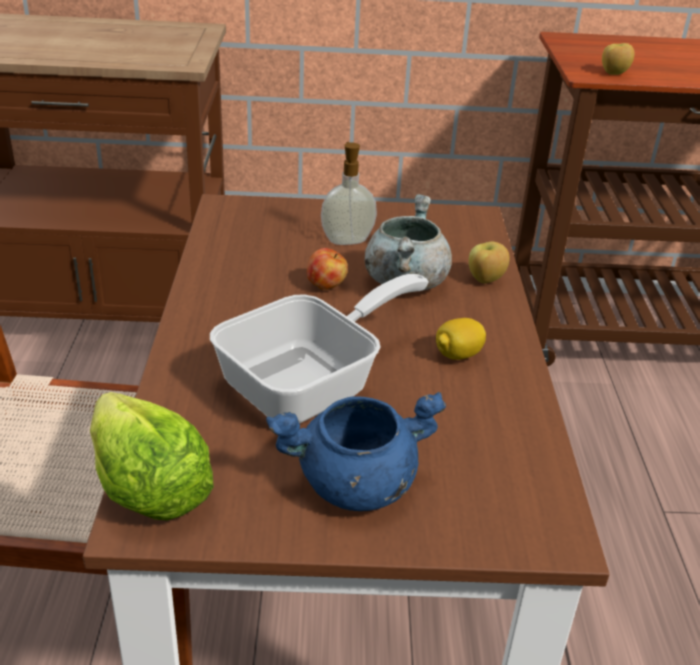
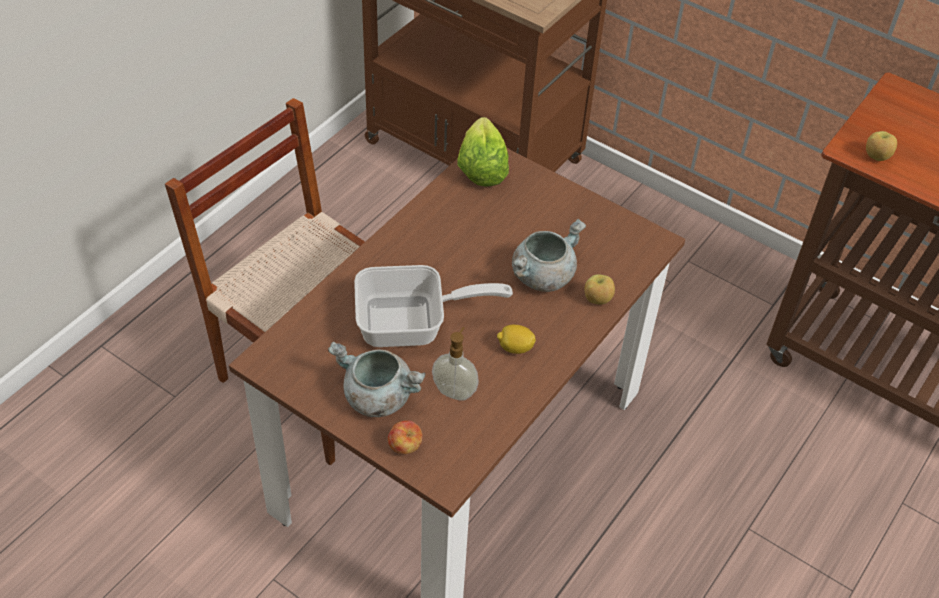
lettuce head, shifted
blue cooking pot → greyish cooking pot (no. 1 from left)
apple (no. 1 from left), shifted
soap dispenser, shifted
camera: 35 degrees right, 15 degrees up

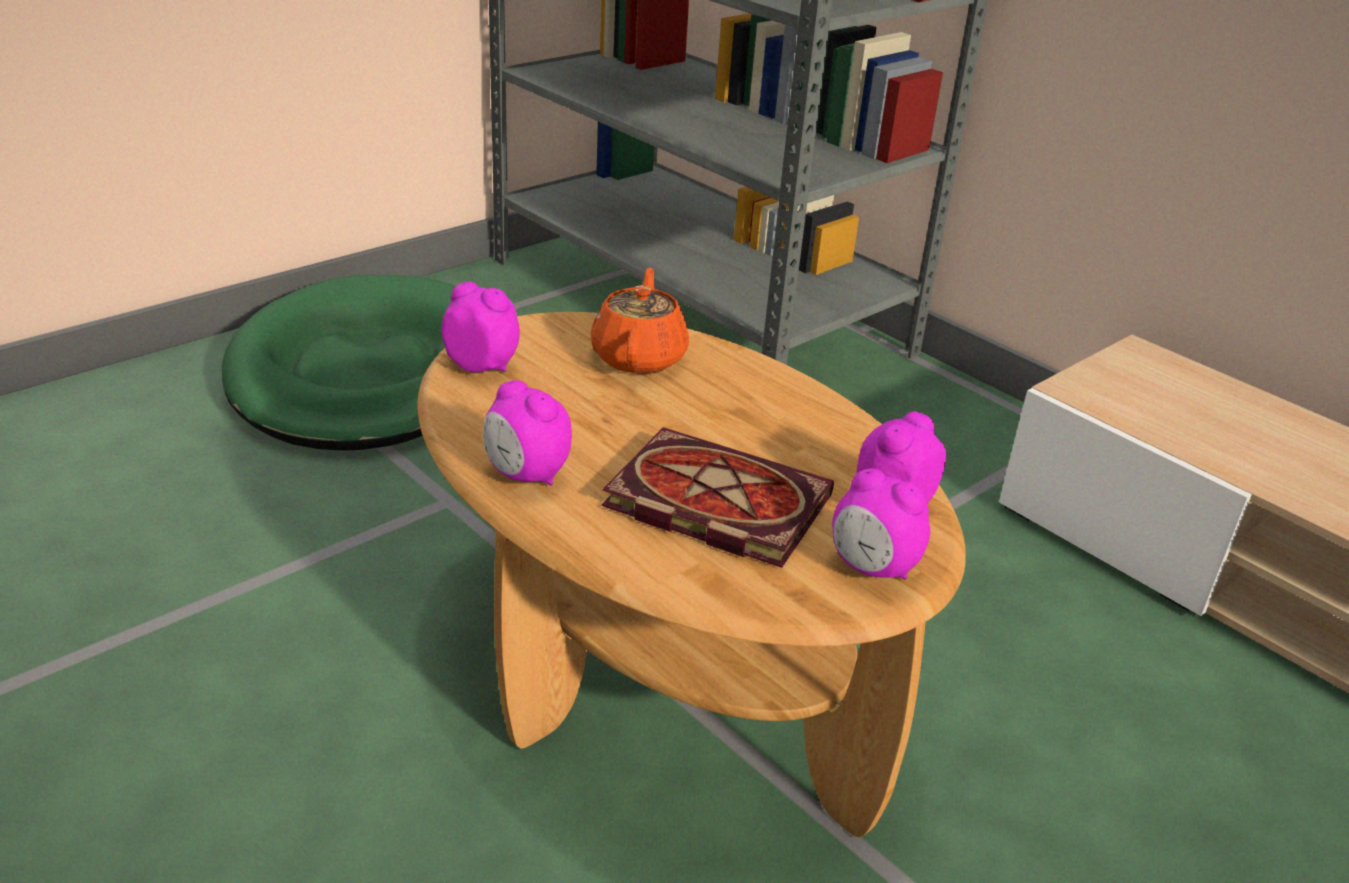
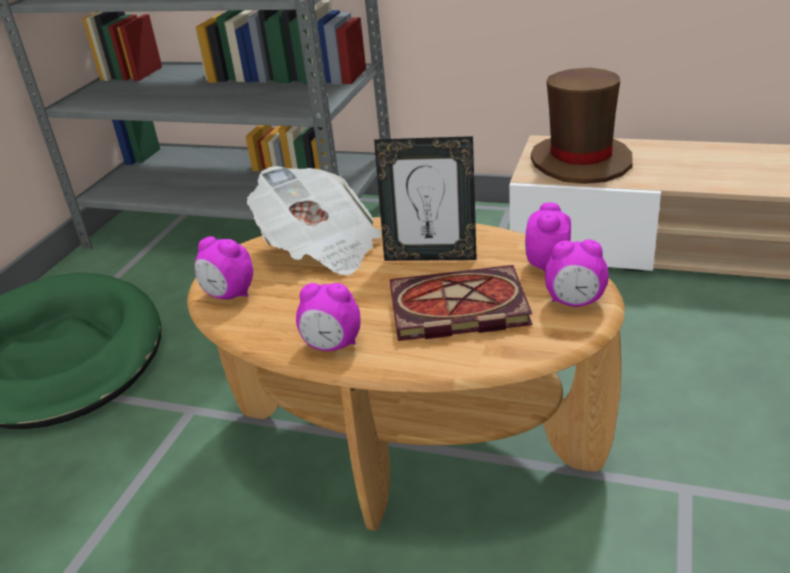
table clock (no. 1 from left), 150 degrees counterclockwise
orange tea pot → printed paper
- → photo frame
- → brown-coloured hat
camera: 25 degrees left, 0 degrees up

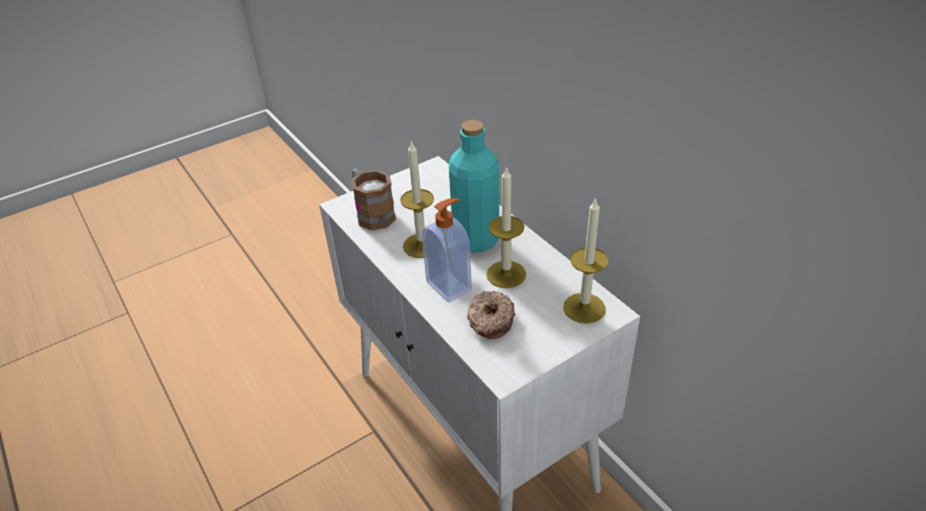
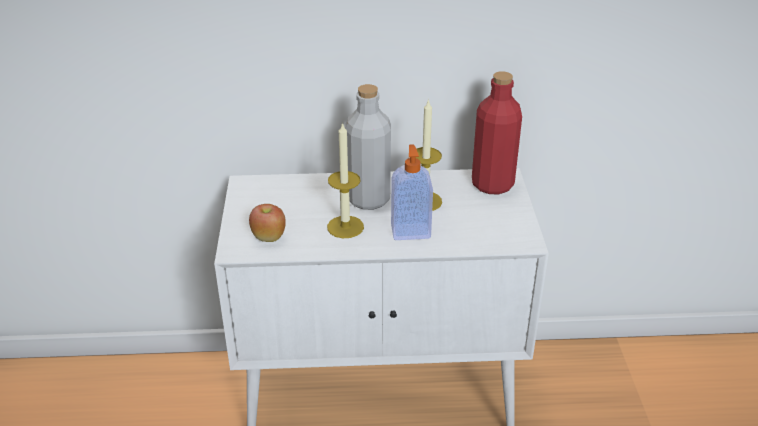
coffee mug → apple
blue-green beverage bottle → greyish beverage bottle
donut → -
wax candle (no. 3 from left) → reddish beverage bottle
camera: 60 degrees left, 5 degrees down

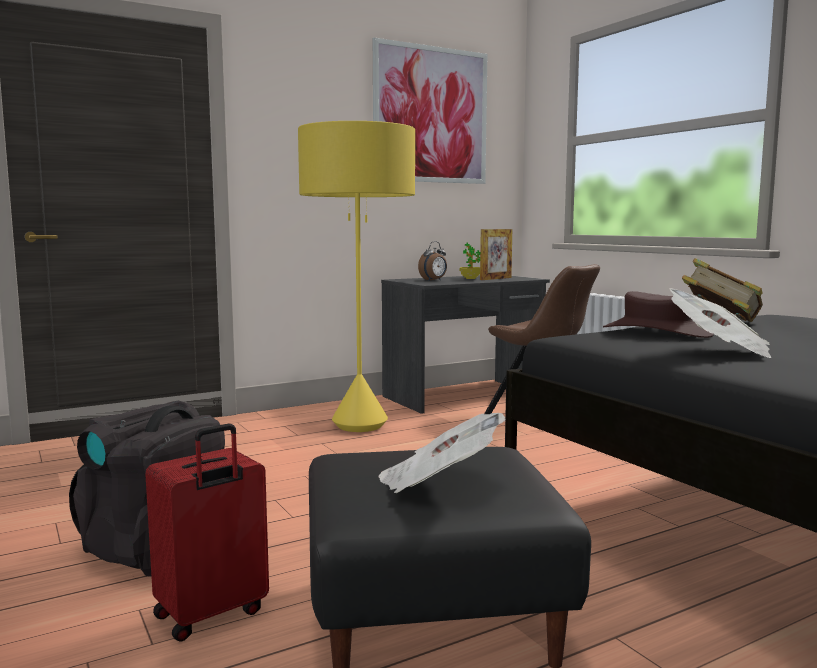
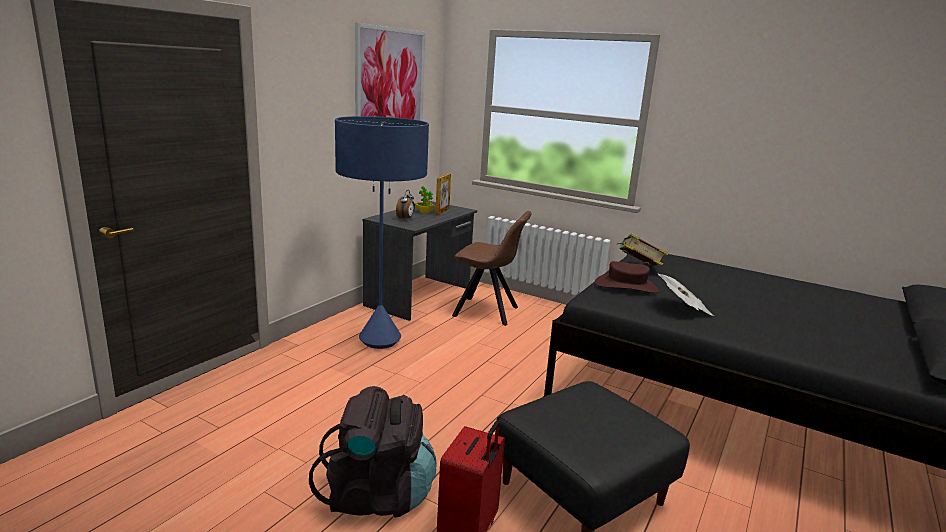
yellow standard lamp → blue standard lamp
printed paper (no. 1 from left) → -
camera: 30 degrees left, 10 degrees up

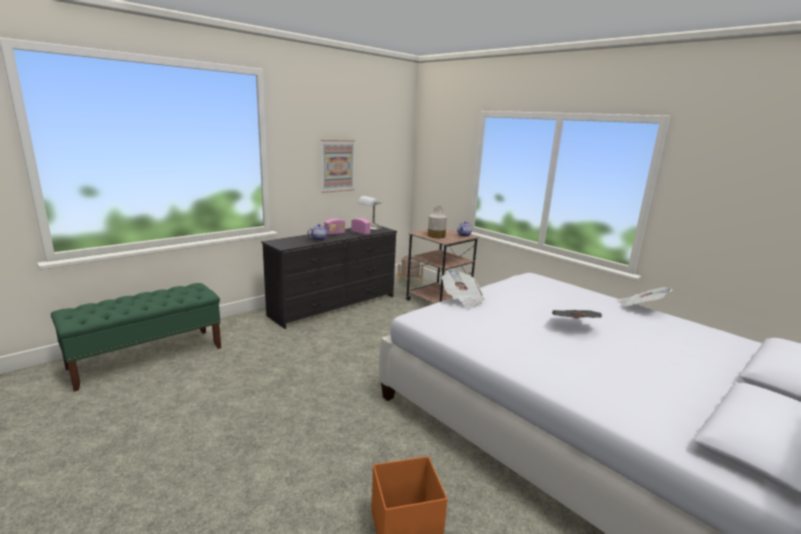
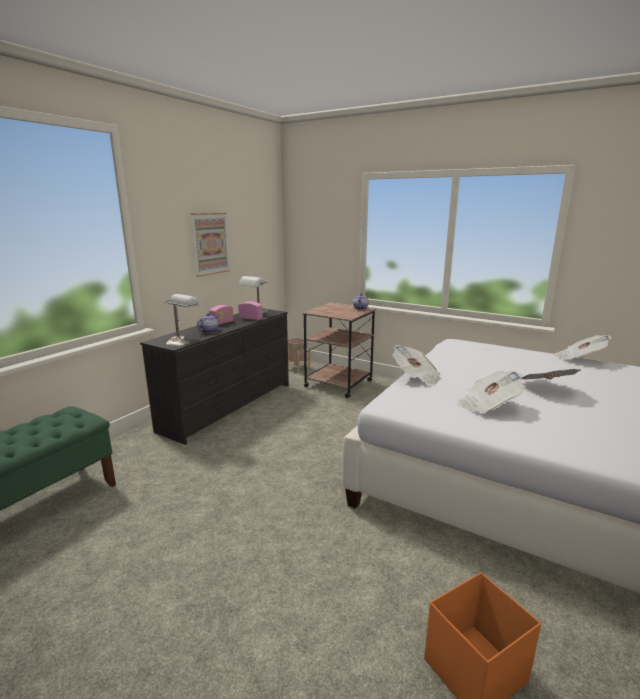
sand-coloured decorative vase → -
- → white lamp for a table (no. 1 from left)
- → printed paper (no. 2 from left)
camera: 15 degrees left, 0 degrees up

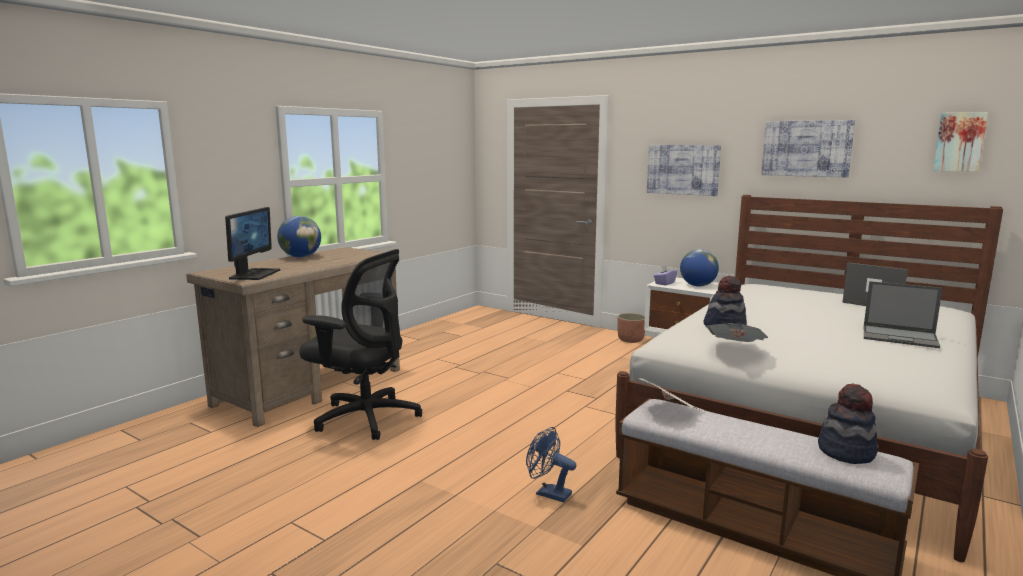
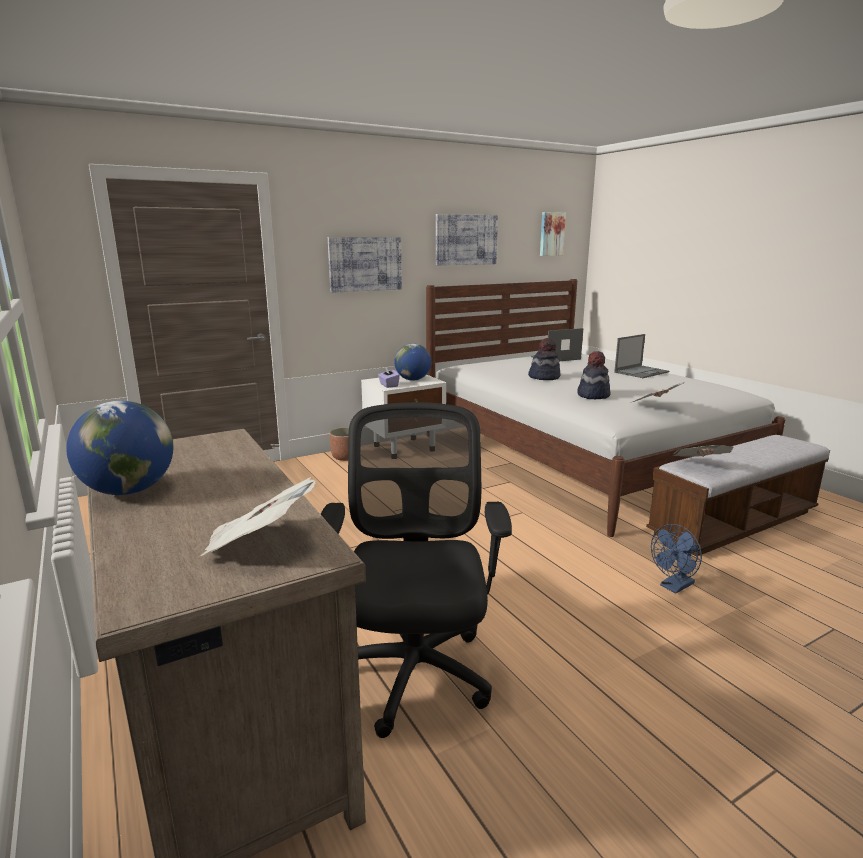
monitor → printed paper (no. 1 from left)
black desk chair, 45 degrees counterclockwise
hat (no. 2 from left in the first image) → hat (no. 1 from left), shifted
camera: 65 degrees left, 5 degrees up

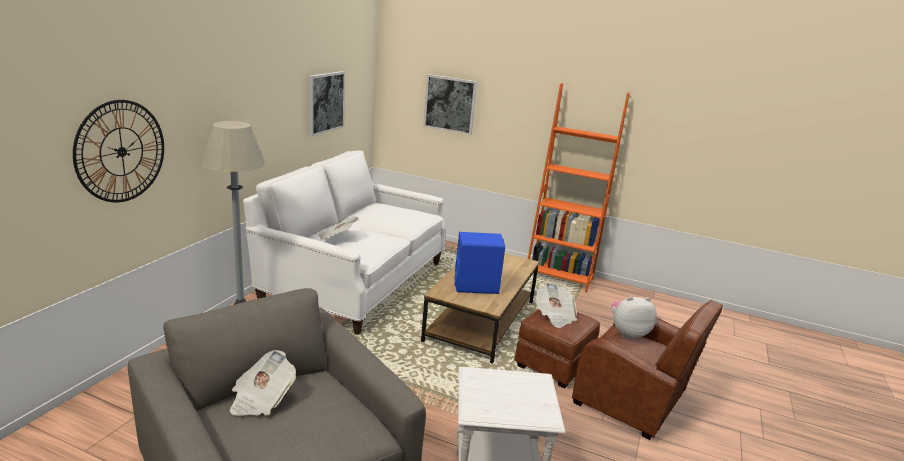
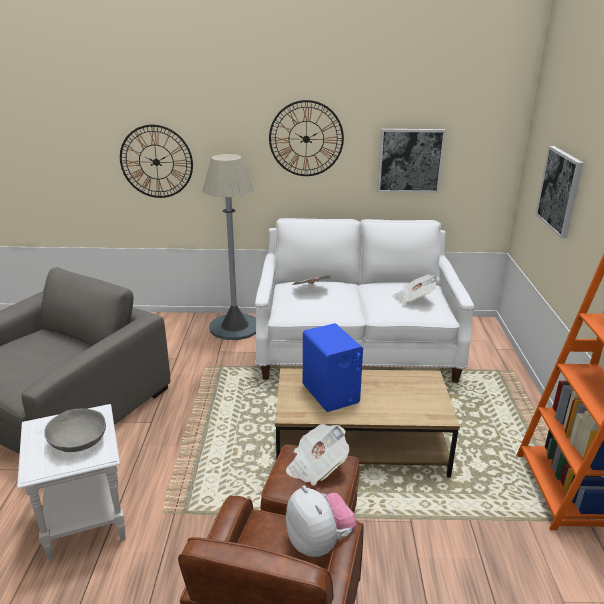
printed paper (no. 1 from left in the first image) → printed paper (no. 3 from left), shifted
- → greyish bowl
- → clock on the wall (no. 2 from left)
camera: 70 degrees right, 5 degrees up

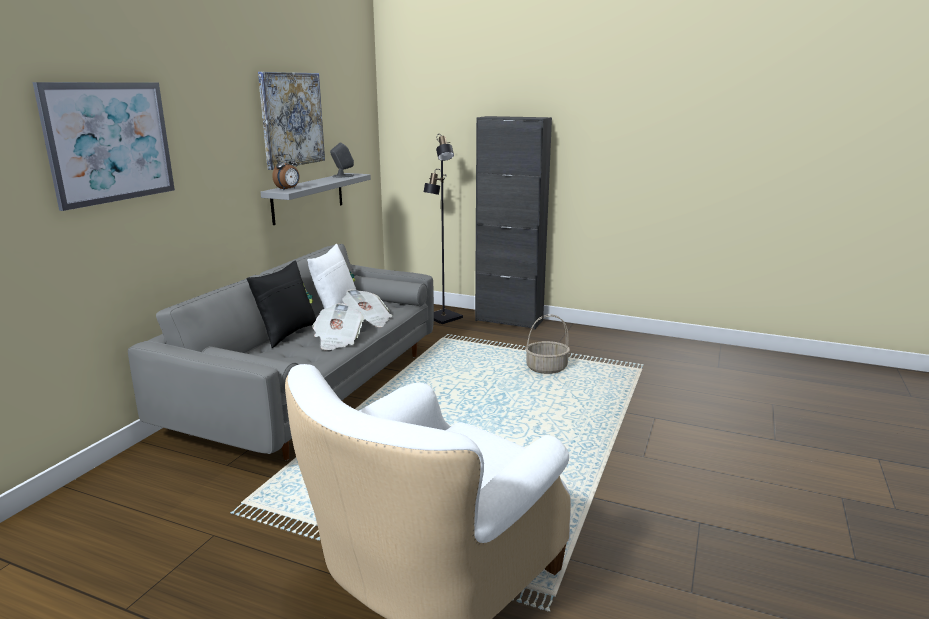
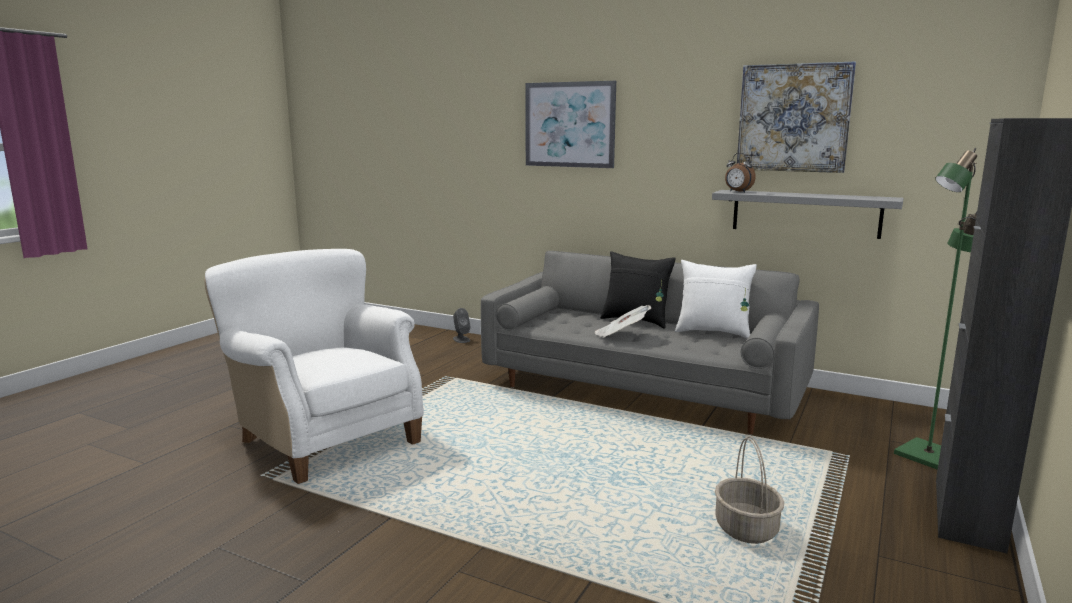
greyish loudspeaker, shifted
printed paper (no. 2 from left) → -
black standard lamp → green-coloured standard lamp
camera: 95 degrees right, 5 degrees down

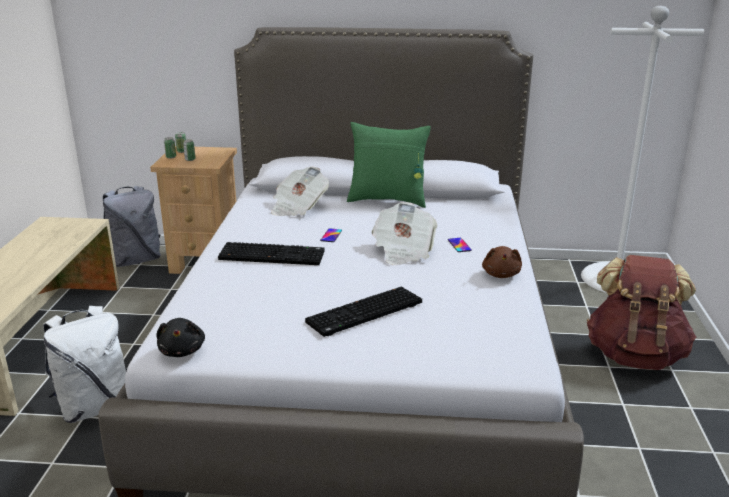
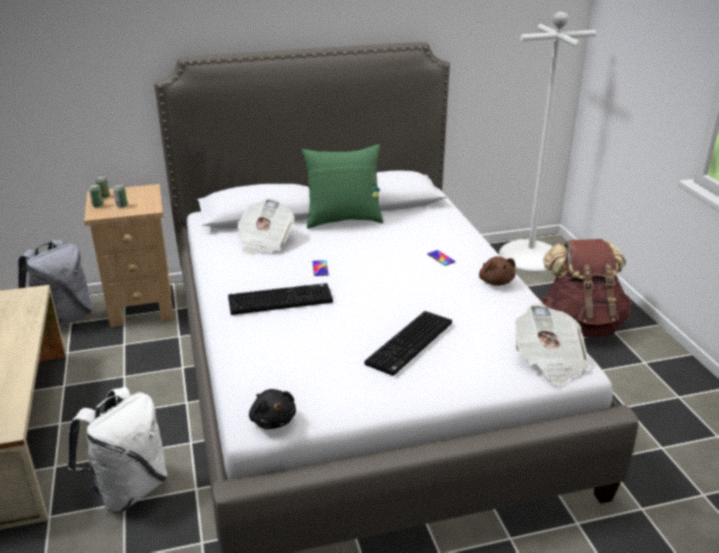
printed paper (no. 2 from left), shifted
camera: 20 degrees left, 5 degrees up

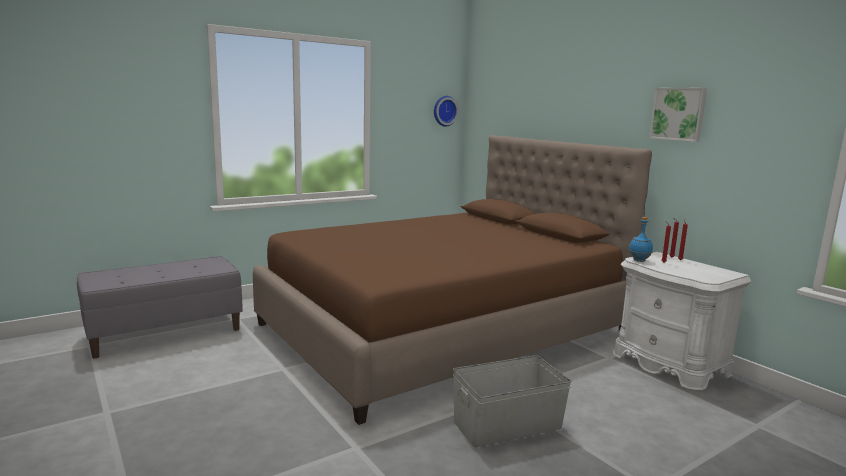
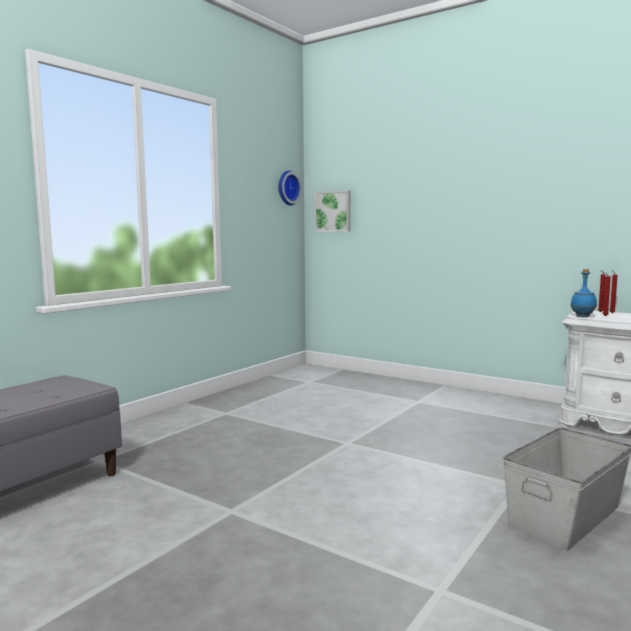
brown-coloured bedroom bed → -
wall art, shifted
camera: 20 degrees left, 5 degrees down

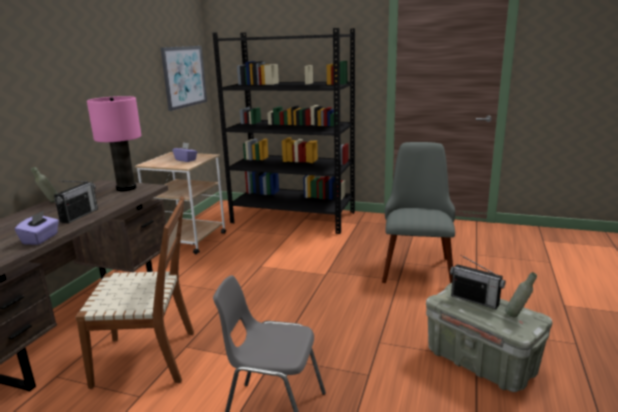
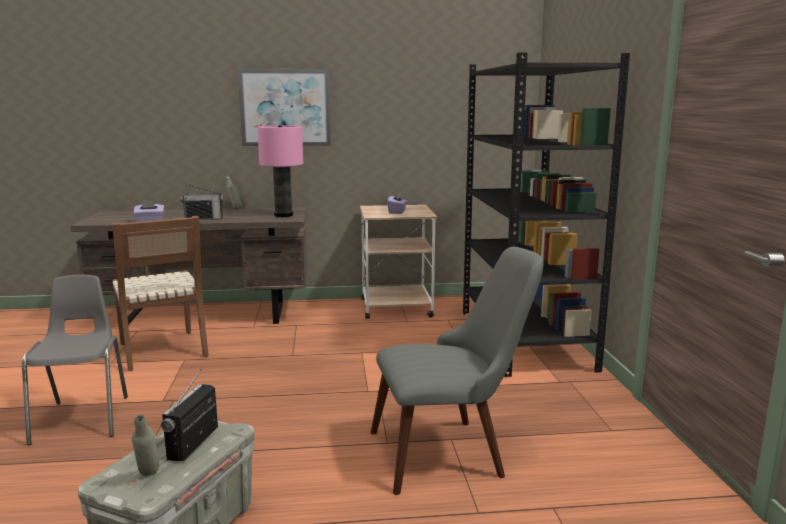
wall art, shifted
camera: 65 degrees right, 5 degrees down

